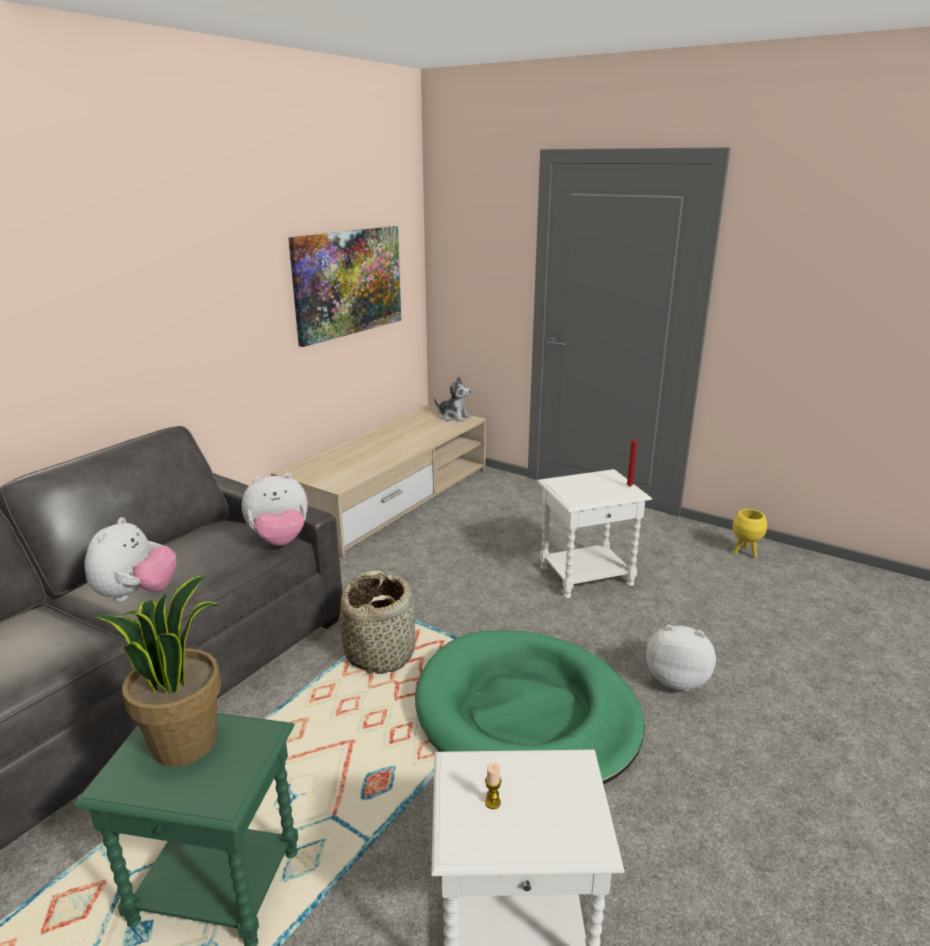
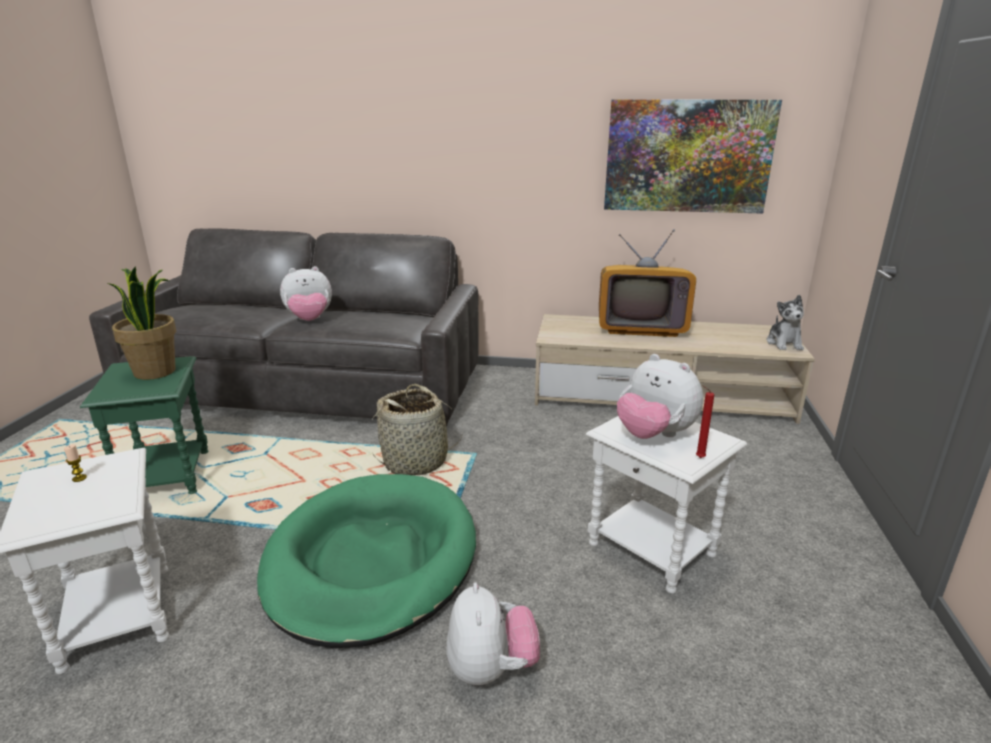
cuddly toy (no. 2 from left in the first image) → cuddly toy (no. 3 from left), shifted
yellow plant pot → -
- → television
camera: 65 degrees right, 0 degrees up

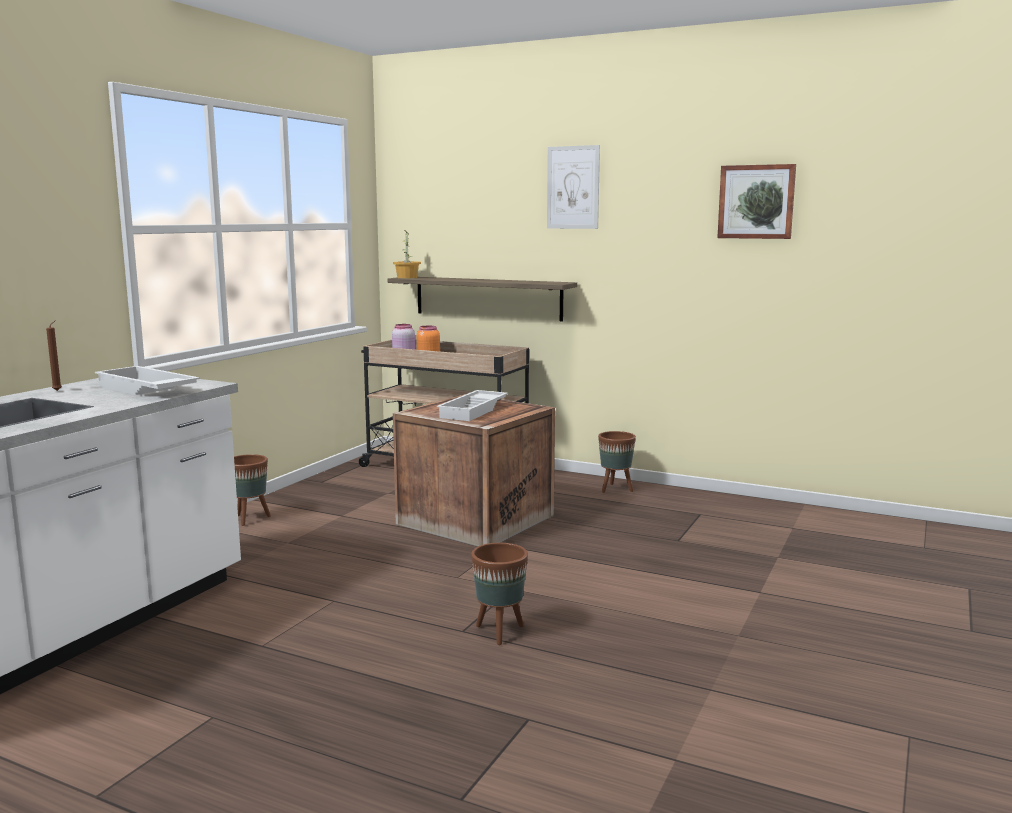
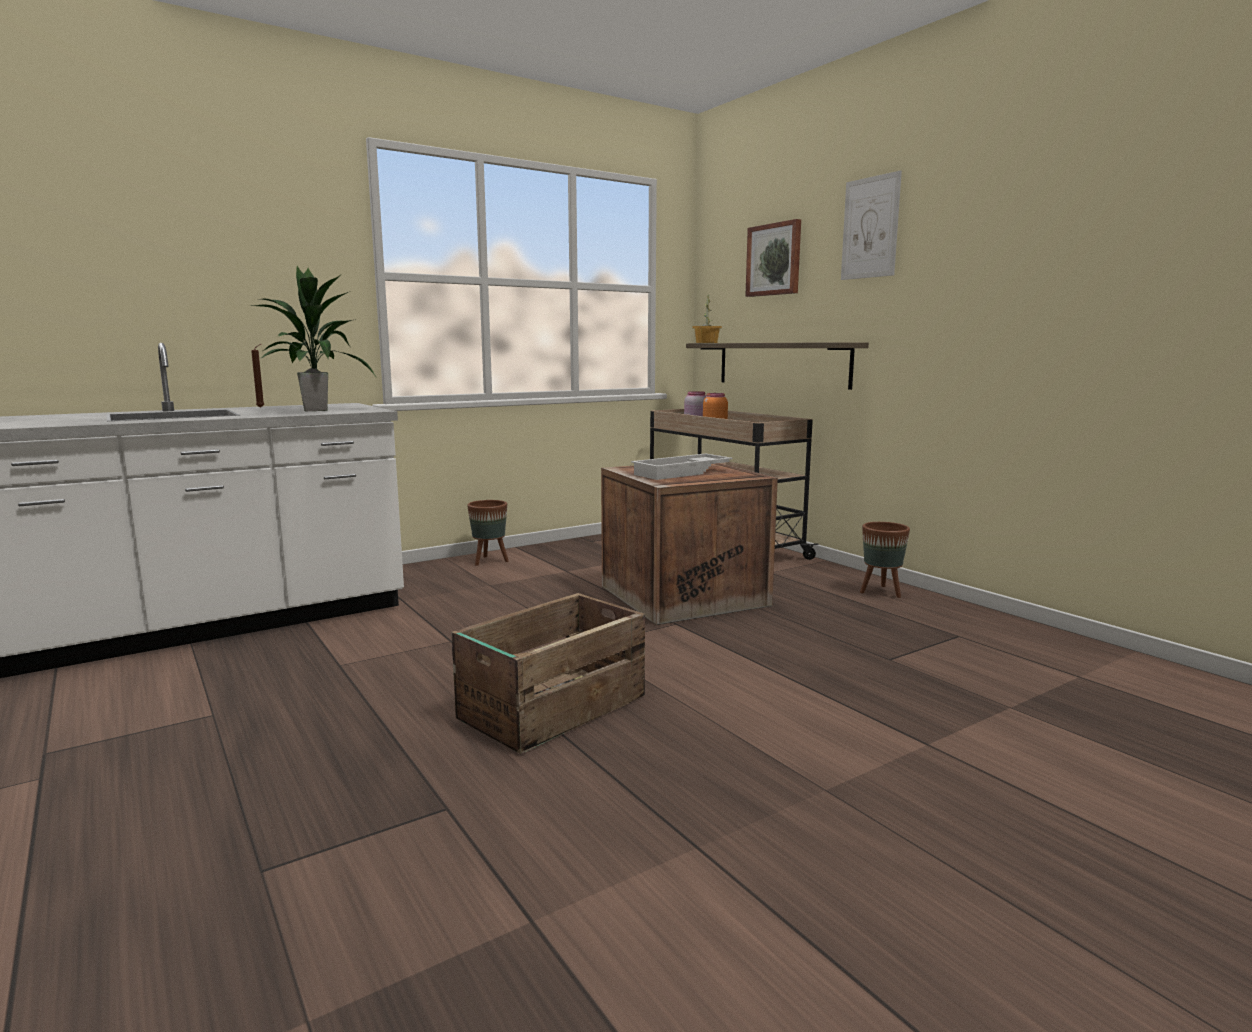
white serving tray (no. 1 from left) → potted plant (no. 1 from left)
brown-coloured plant pot (no. 2 from left) → crate (no. 1 from left)
wall art (no. 2 from left in the first image) → wall art (no. 1 from left), shifted
camera: 30 degrees right, 0 degrees up

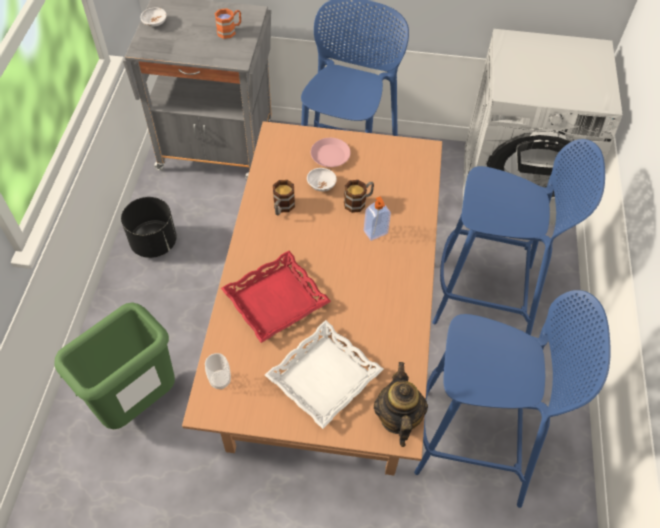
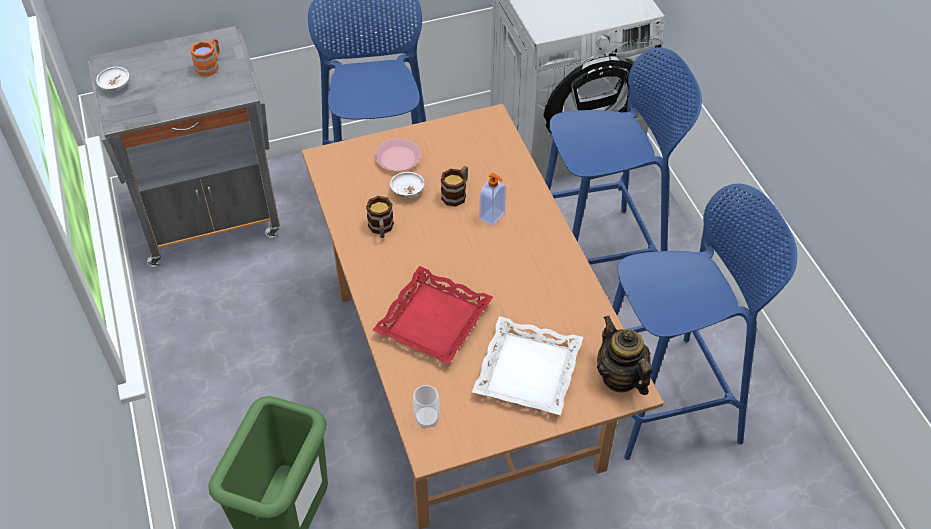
black plant pot → -
camera: 25 degrees left, 5 degrees down

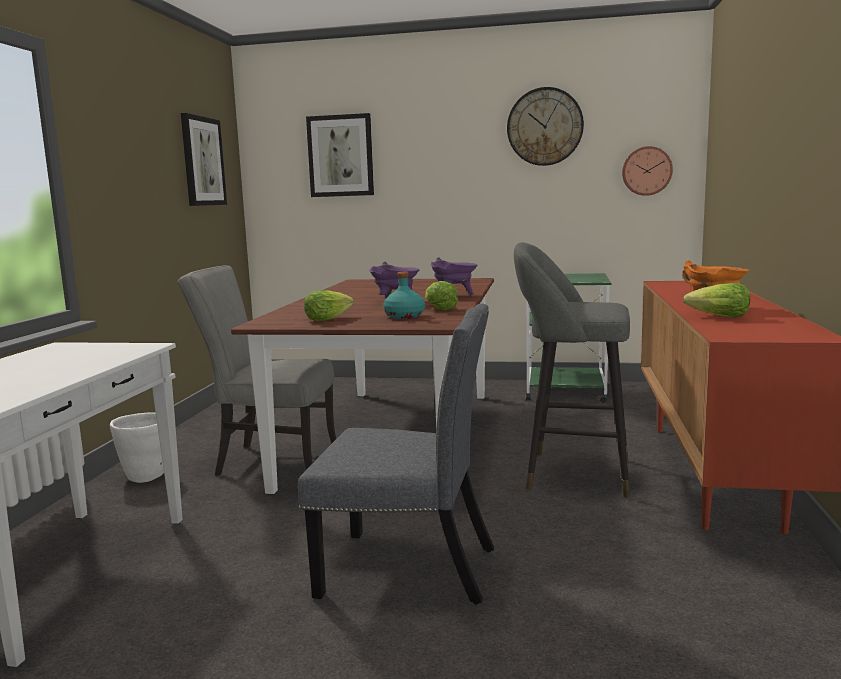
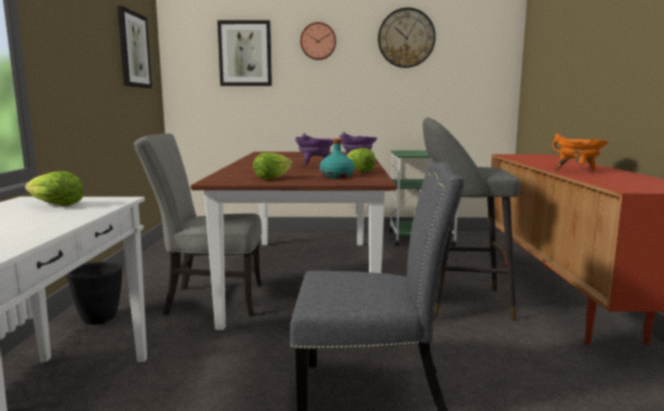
white plant pot → black plant pot
clock on the wall (no. 2 from left in the first image) → clock on the wall (no. 1 from left), shifted
lettuce head (no. 3 from left in the first image) → lettuce head (no. 1 from left), shifted
camera: 10 degrees left, 0 degrees up

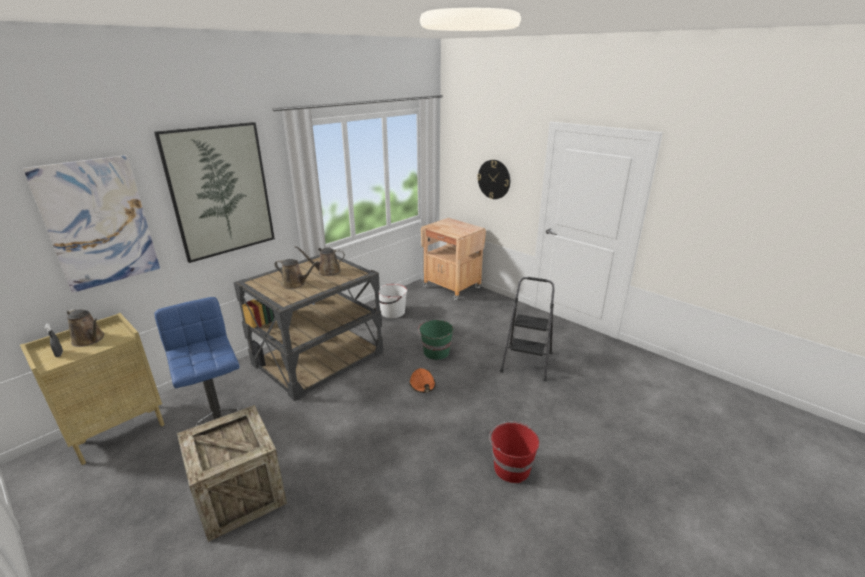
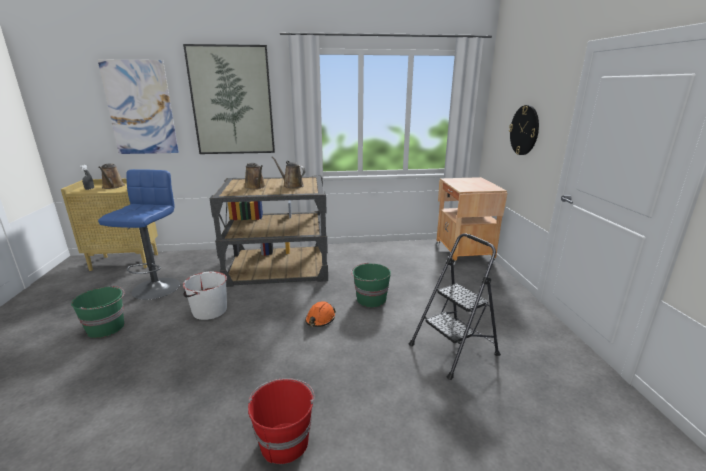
crate → green-coloured bucket (no. 1 from left)
white bucket, shifted
camera: 40 degrees right, 5 degrees down

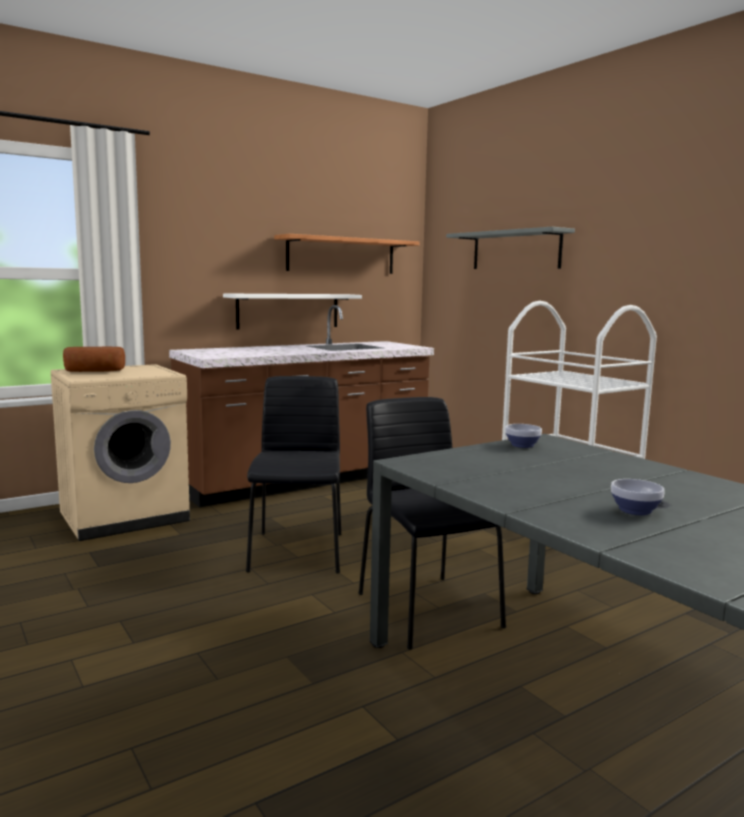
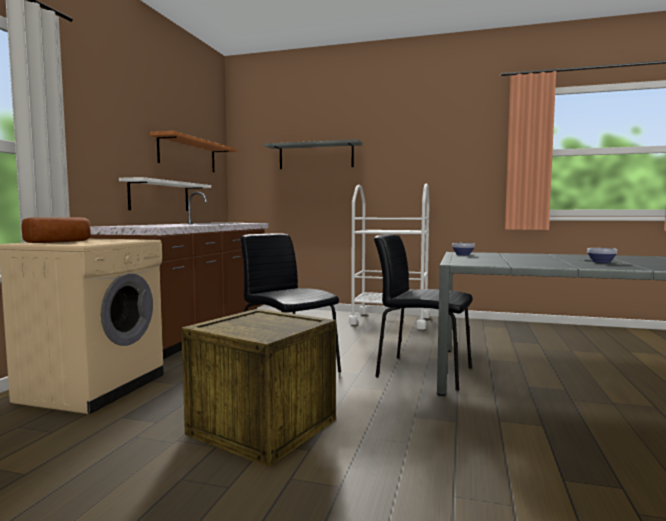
- → crate
camera: 40 degrees left, 5 degrees down

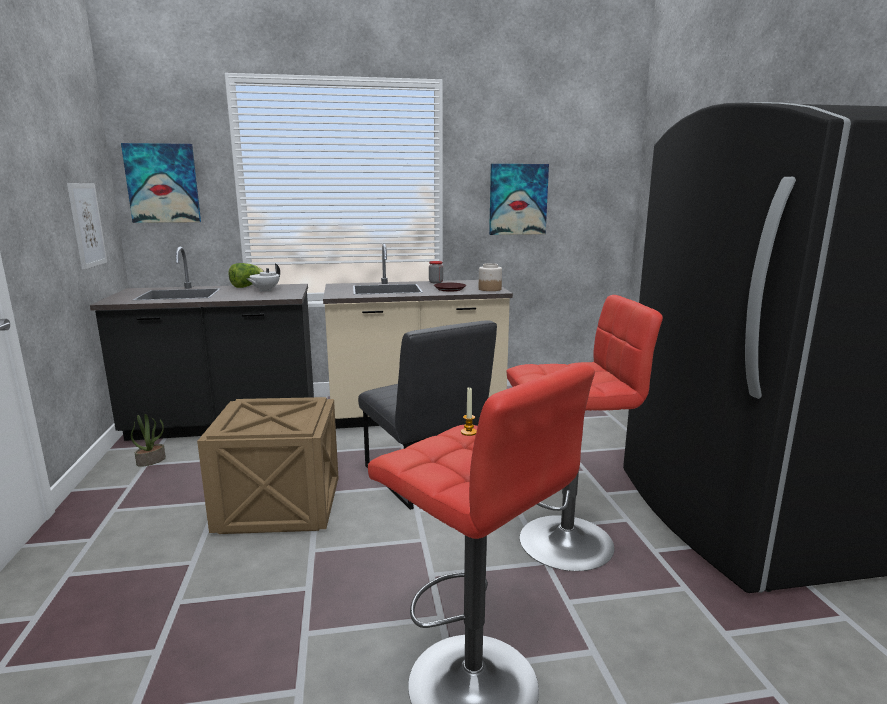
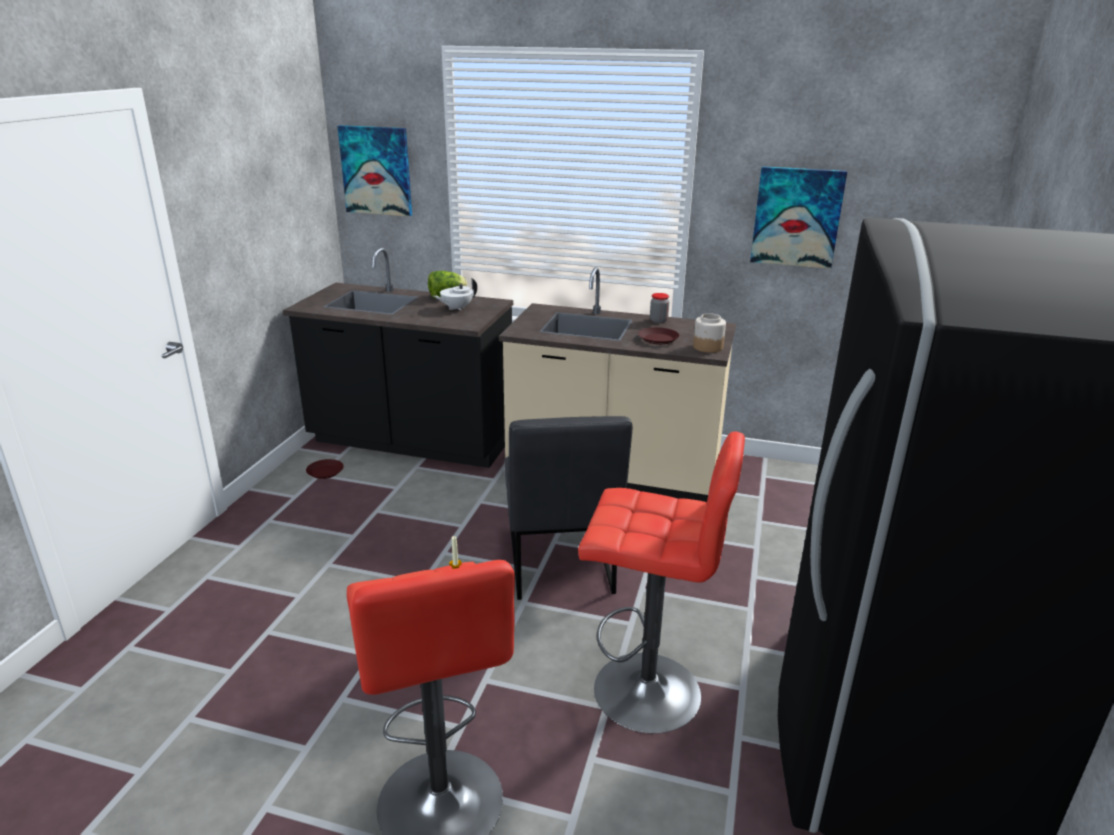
wall art (no. 1 from left) → -
potted plant → brown-coloured dinner plate (no. 1 from left)
crate → -
camera: 25 degrees right, 10 degrees up

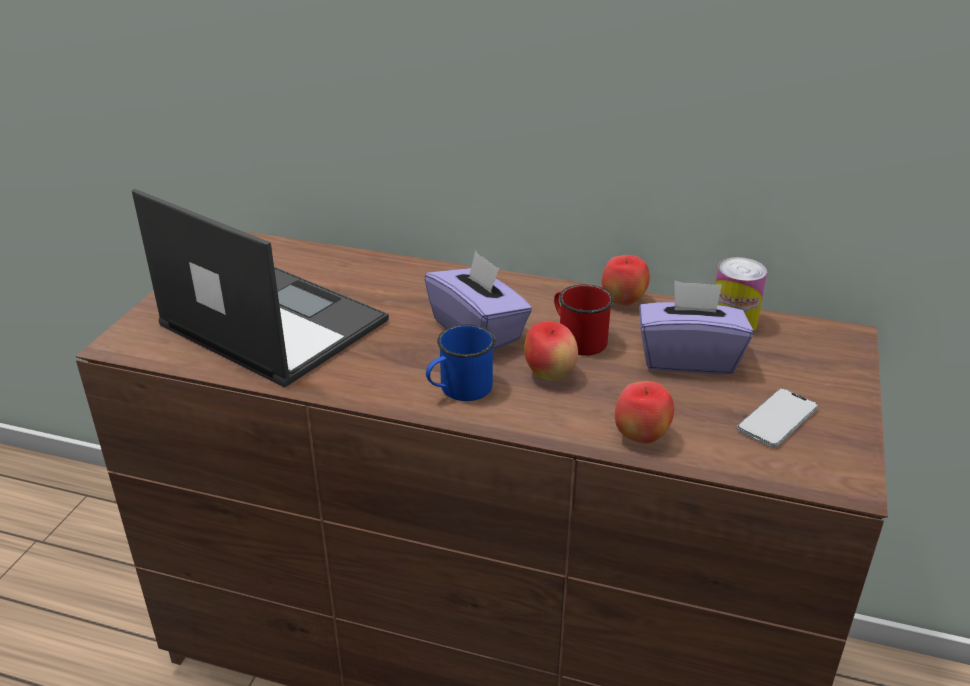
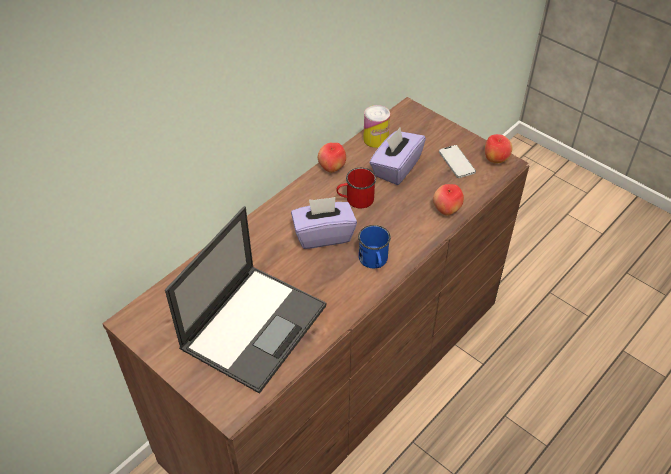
notebook computer, 150 degrees clockwise
apple (no. 1 from left in the first image) → apple (no. 3 from left), shifted
camera: 65 degrees left, 15 degrees up

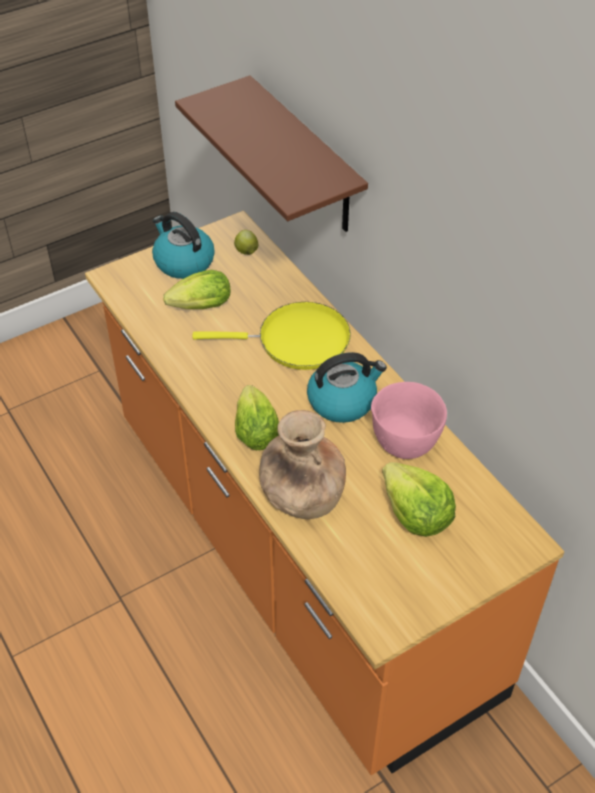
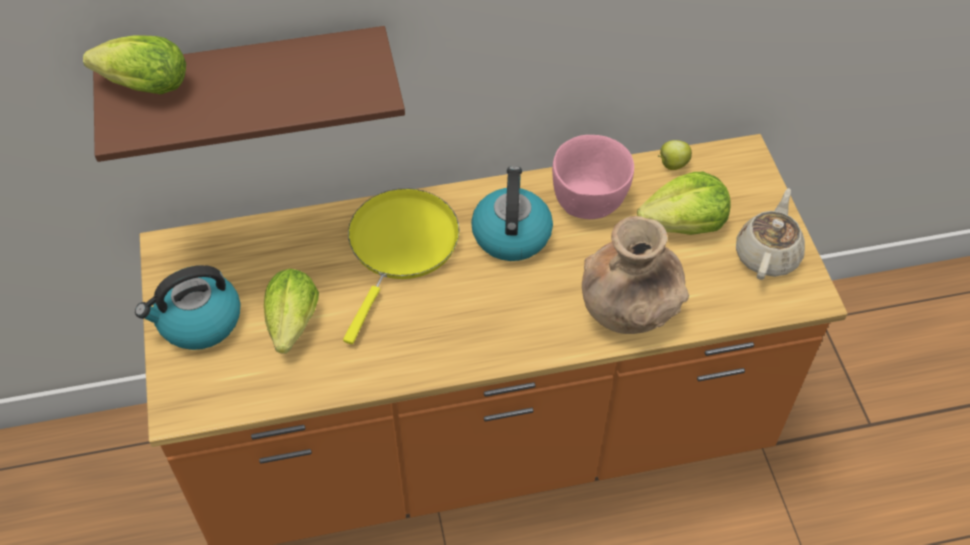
apple, shifted
lettuce head (no. 2 from left in the first image) → lettuce head (no. 1 from left), shifted
- → sand-coloured tea pot
camera: 70 degrees left, 5 degrees up

